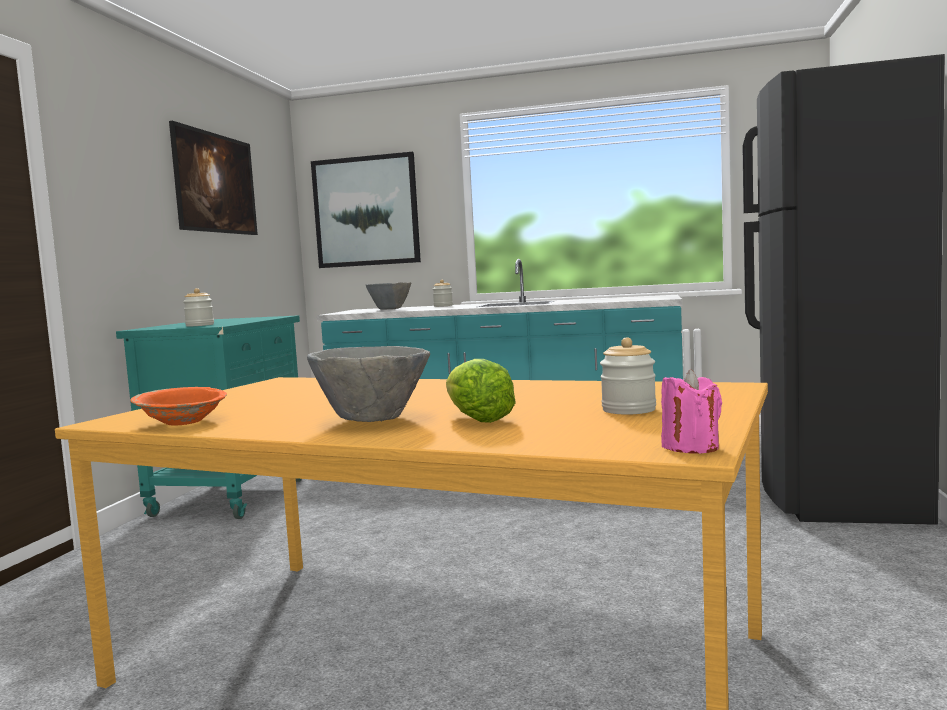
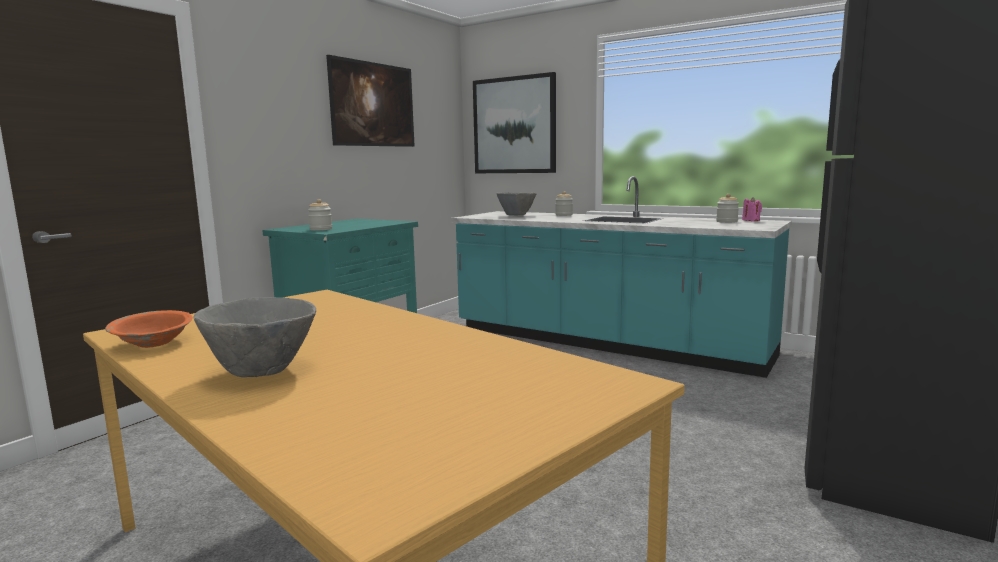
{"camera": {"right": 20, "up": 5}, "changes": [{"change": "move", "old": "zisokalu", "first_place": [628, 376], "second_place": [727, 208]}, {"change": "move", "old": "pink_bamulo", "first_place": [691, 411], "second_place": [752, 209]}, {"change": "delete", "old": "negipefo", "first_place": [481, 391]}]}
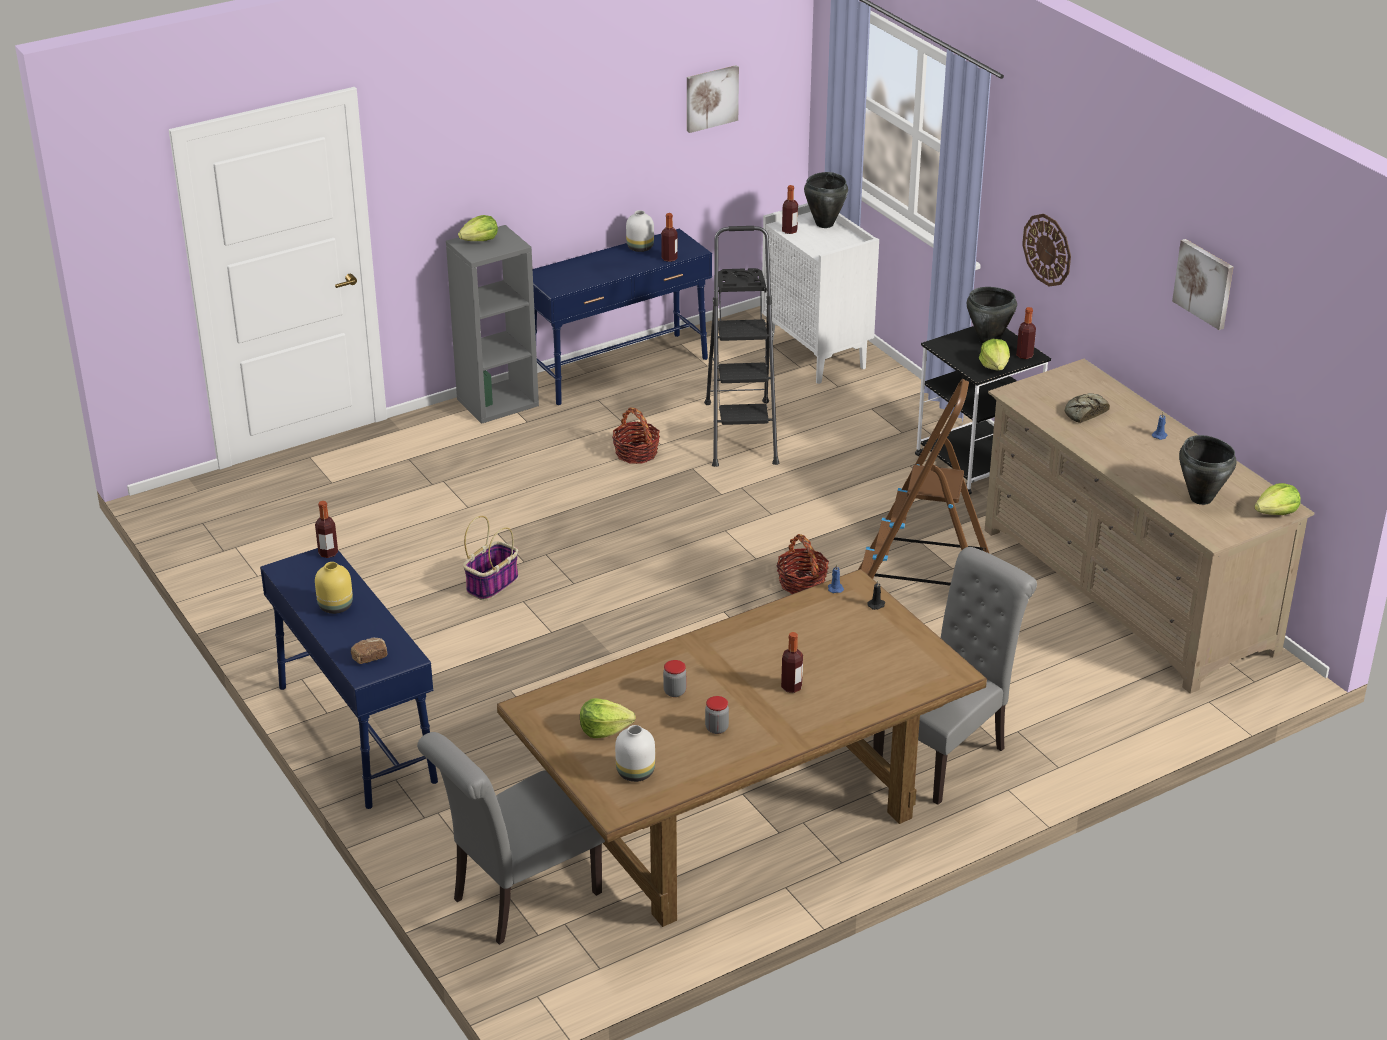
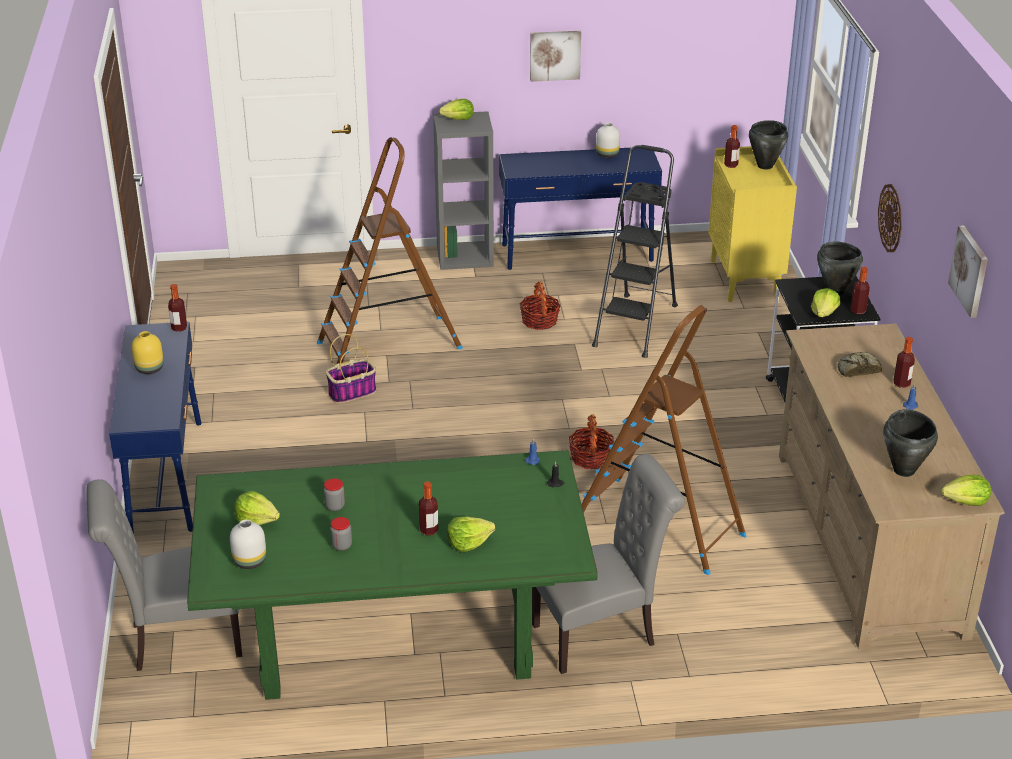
{"camera": {"right": 25, "up": 0}, "changes": [{"change": "recolor", "old": "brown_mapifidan", "new": "green_mapifidan", "first_place": [742, 748], "second_place": [392, 575]}, {"change": "insert", "new": "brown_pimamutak", "second_place": [390, 250]}, {"change": "insert", "new": "negipefo", "second_place": [471, 534]}, {"change": "move", "old": "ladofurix", "first_place": [713, 99], "second_place": [555, 56]}, {"change": "recolor", "old": "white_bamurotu", "new": "yellow_bamurotu", "first_place": [820, 293], "second_place": [752, 224]}, {"change": "move", "old": "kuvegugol", "first_place": [669, 237], "second_place": [904, 362]}, {"change": "delete", "old": "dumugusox", "first_place": [369, 650]}]}
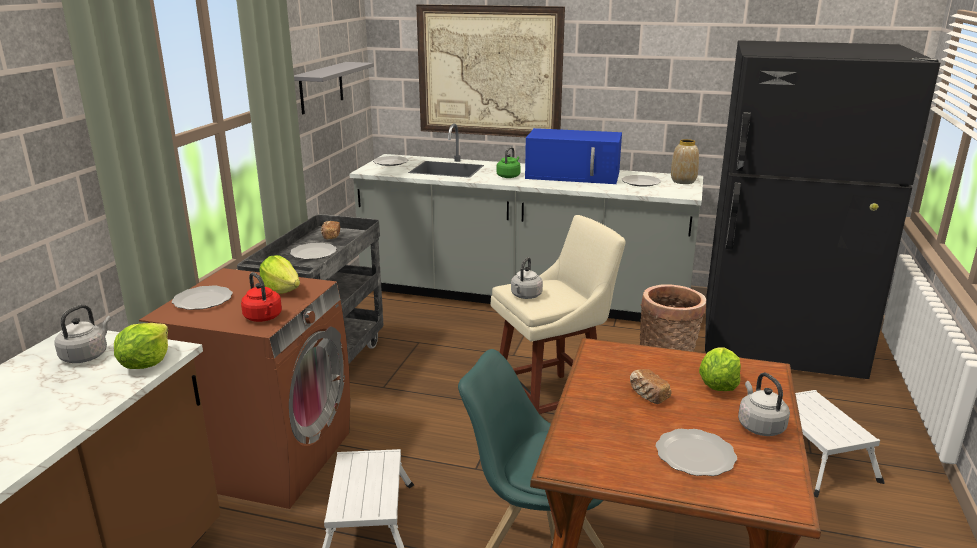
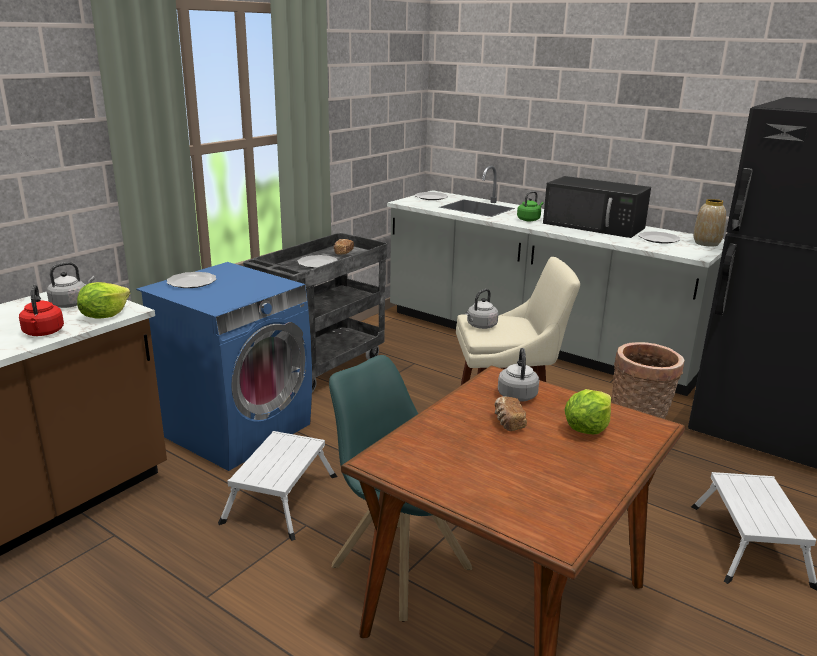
{"camera": {"right": 20, "up": 0}, "changes": [{"change": "move", "old": "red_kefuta", "first_place": [261, 297], "second_place": [41, 310]}, {"change": "recolor", "old": "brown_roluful", "new": "blue_roluful", "first_place": [244, 388], "second_place": [224, 366]}, {"change": "move", "old": "grey_kefuta", "first_place": [764, 404], "second_place": [518, 375]}, {"change": "recolor", "old": "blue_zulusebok", "new": "black_zulusebok", "first_place": [573, 156], "second_place": [597, 207]}, {"change": "delete", "old": "negipefo", "first_place": [279, 274]}, {"change": "delete", "old": "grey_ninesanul", "first_place": [334, 88]}, {"change": "delete", "old": "ladofurix", "first_place": [490, 70]}, {"change": "delete", "old": "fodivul", "first_place": [696, 452]}]}
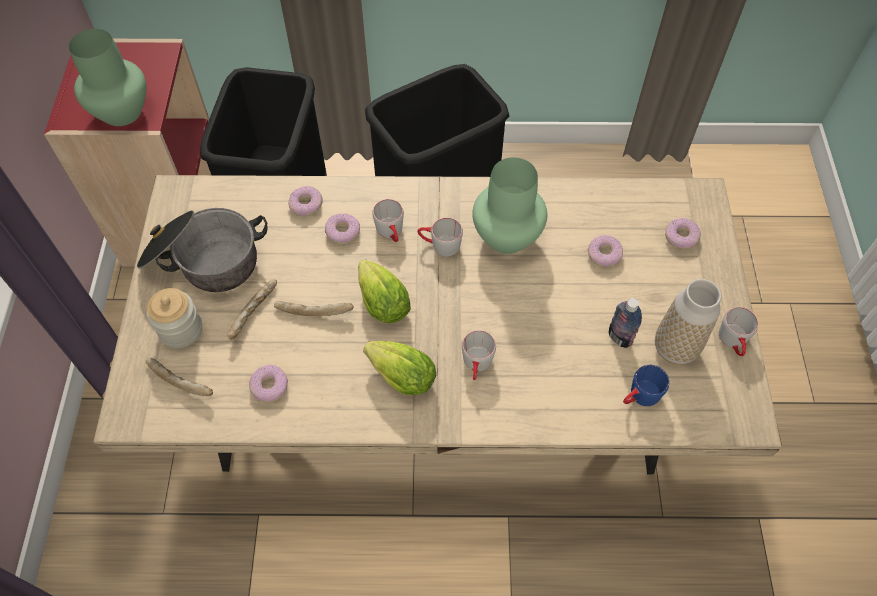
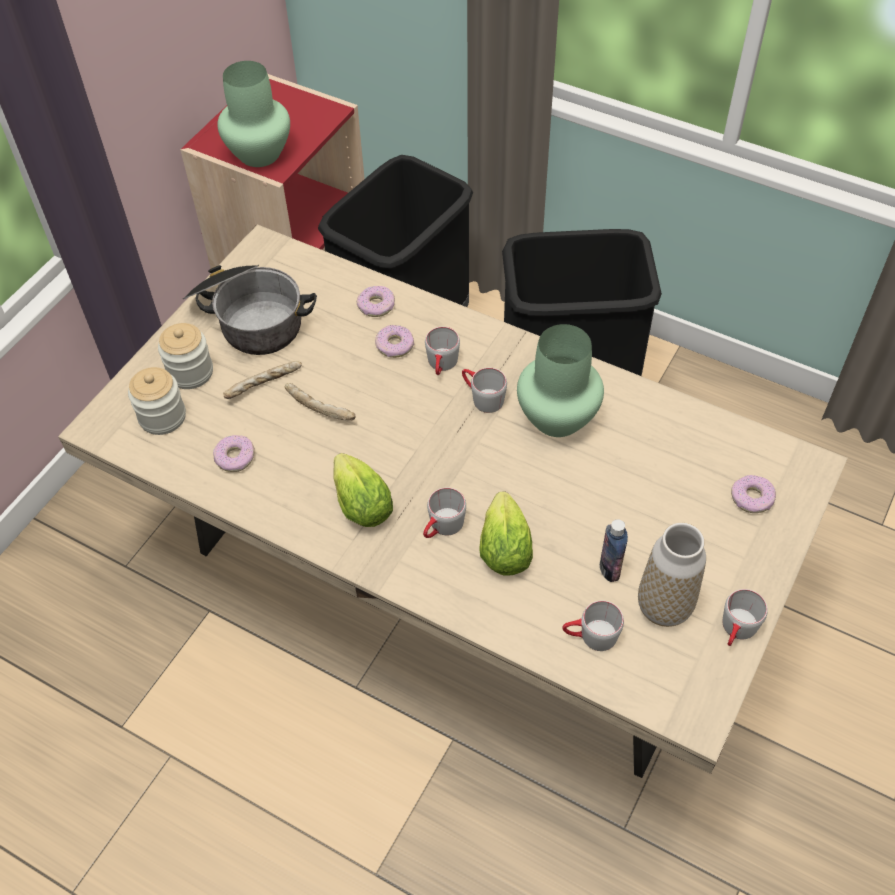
{"camera": {"right": 30, "up": -5}, "changes": [{"change": "replace", "old": "dumugusox", "new": "zisokalu", "first_place": [179, 377], "second_place": [157, 401]}, {"change": "move", "old": "negipefo", "first_place": [384, 291], "second_place": [506, 534]}, {"change": "recolor", "old": "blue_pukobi", "new": "grey_pukobi", "first_place": [646, 385], "second_place": [593, 625]}, {"change": "delete", "old": "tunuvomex", "first_place": [605, 251]}]}
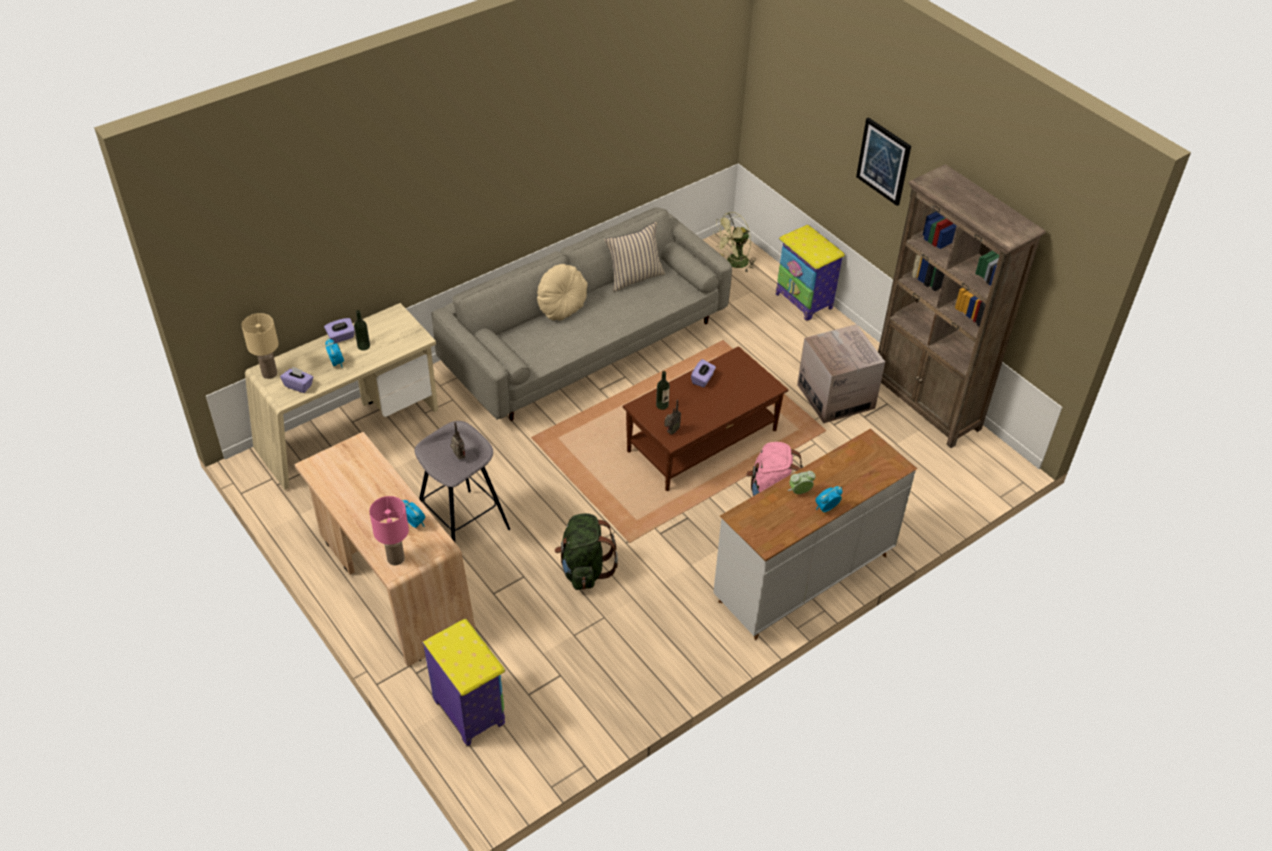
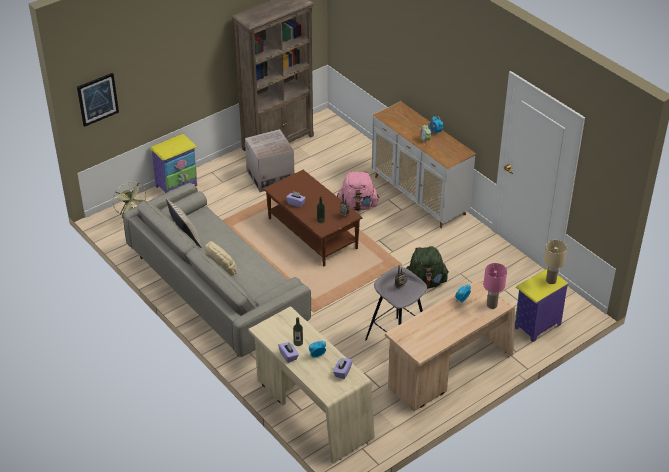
{"camera": {"right": -90, "up": -5}, "changes": [{"change": "move", "old": "ladofurix", "first_place": [883, 161], "second_place": [98, 100]}, {"change": "move", "old": "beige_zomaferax", "first_place": [260, 346], "second_place": [555, 262]}]}
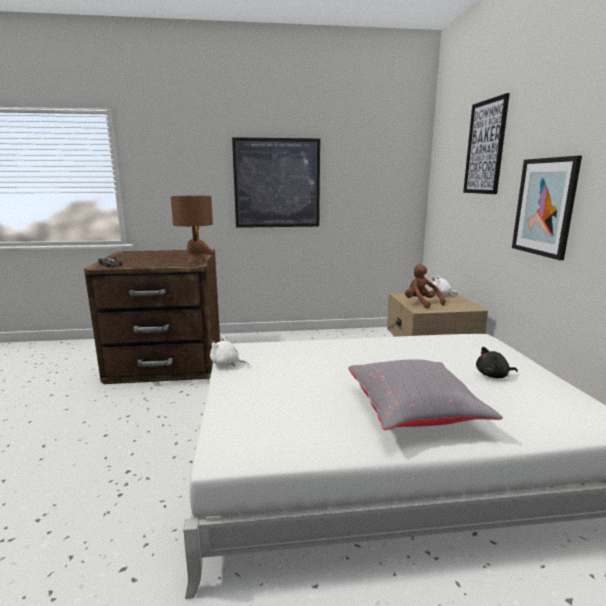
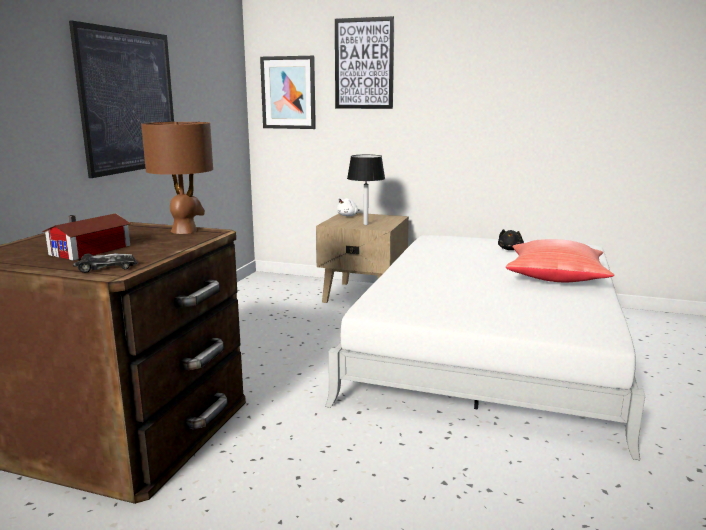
{"camera": {"right": -65, "up": 0}, "changes": [{"change": "insert", "new": "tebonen", "second_place": [86, 237]}, {"change": "move", "old": "ladofurix", "first_place": [547, 208], "second_place": [288, 92]}, {"change": "replace", "old": "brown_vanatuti", "new": "black_zomaferax", "first_place": [425, 286], "second_place": [366, 189]}, {"change": "recolor", "old": "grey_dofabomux", "new": "red_dofabomux", "first_place": [425, 394], "second_place": [560, 260]}, {"change": "delete", "old": "white_vanatuti", "first_place": [229, 351]}]}
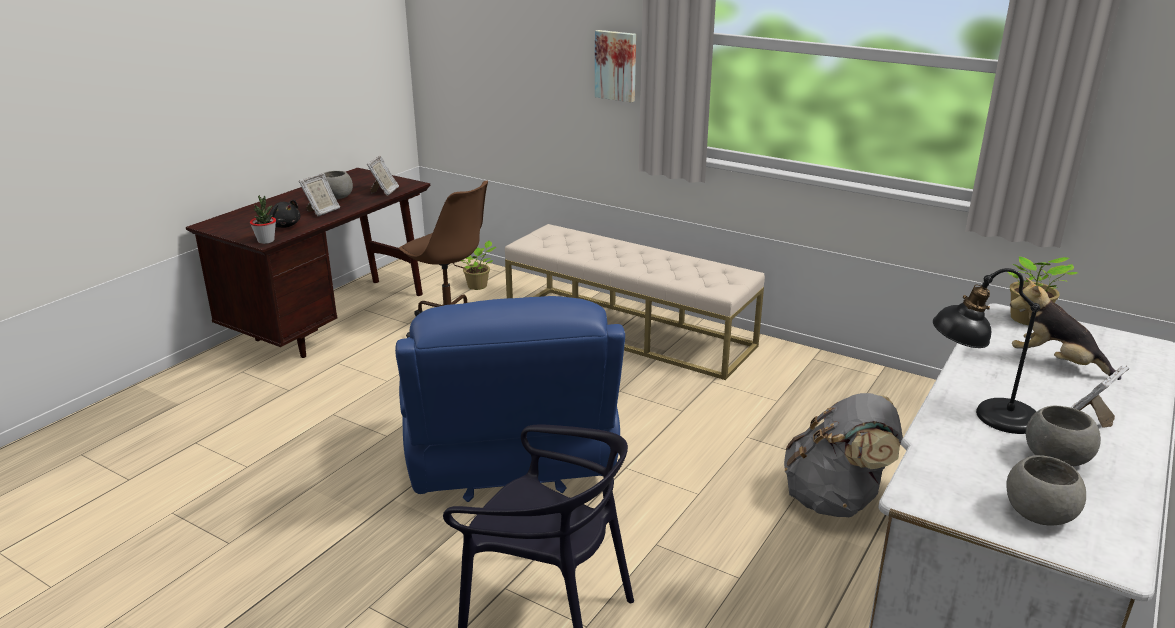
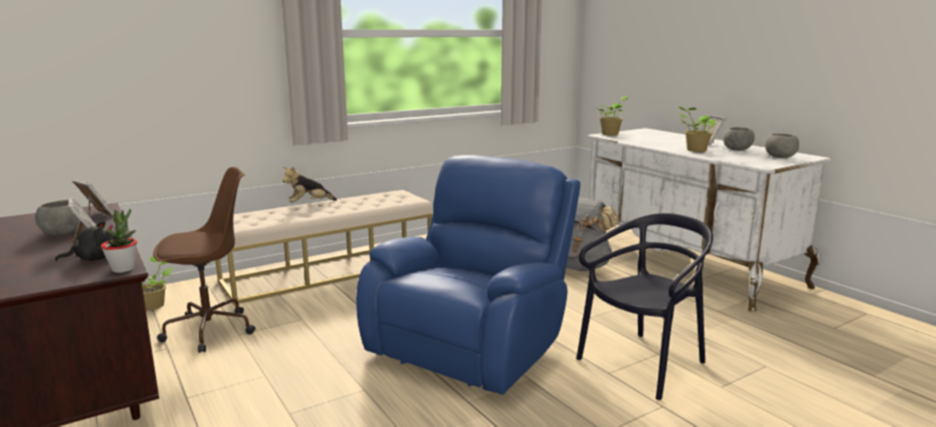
{"camera": {"right": -65, "up": -10}, "changes": [{"change": "move", "old": "vanatuti", "first_place": [1065, 328], "second_place": [310, 184]}, {"change": "rotate", "old": "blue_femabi", "first_place": [510, 399], "second_place": [468, 275], "degrees": -75}, {"change": "replace", "old": "black_zomaferax", "new": "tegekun", "first_place": [986, 351], "second_place": [697, 129]}, {"change": "delete", "old": "ladofurix", "first_place": [615, 66]}]}
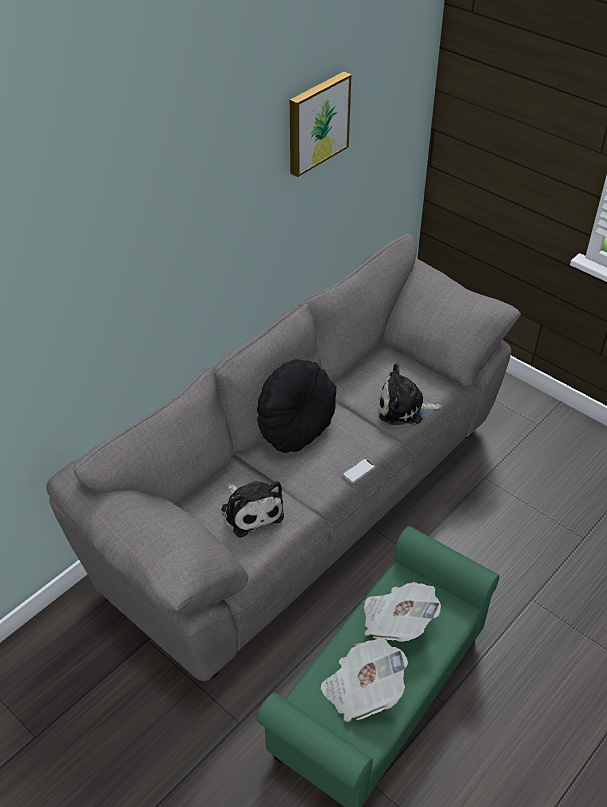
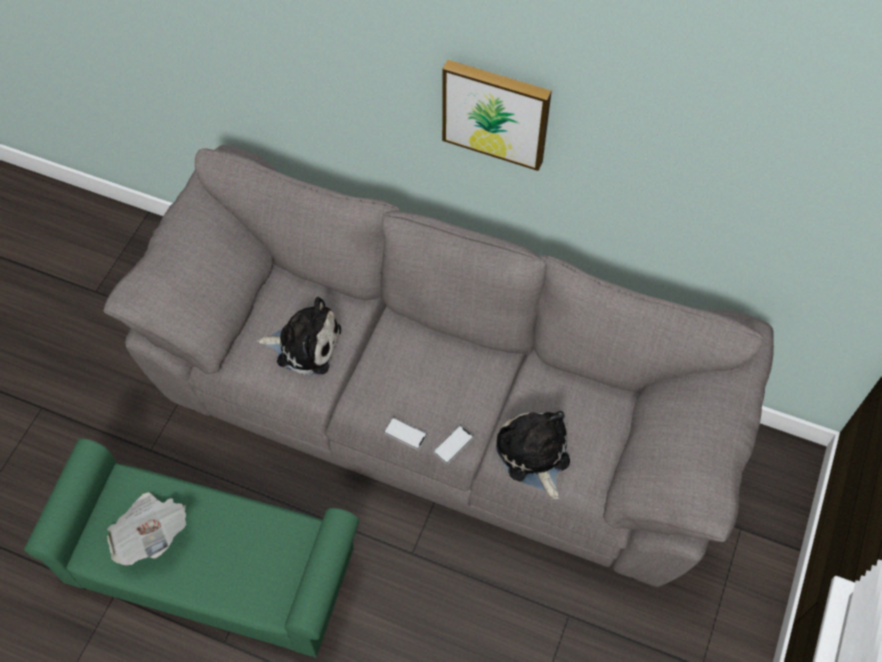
{"camera": {"right": 70, "up": 15}, "changes": [{"change": "rotate", "old": "vanatuti", "first_place": [252, 509], "second_place": [299, 336], "degrees": -120}, {"change": "insert", "new": "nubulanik", "second_place": [453, 444]}, {"change": "move", "old": "ladofurix", "first_place": [320, 124], "second_place": [497, 115]}, {"change": "delete", "old": "black_dofabomux", "first_place": [297, 406]}, {"change": "delete", "old": "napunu", "first_place": [402, 612]}]}
